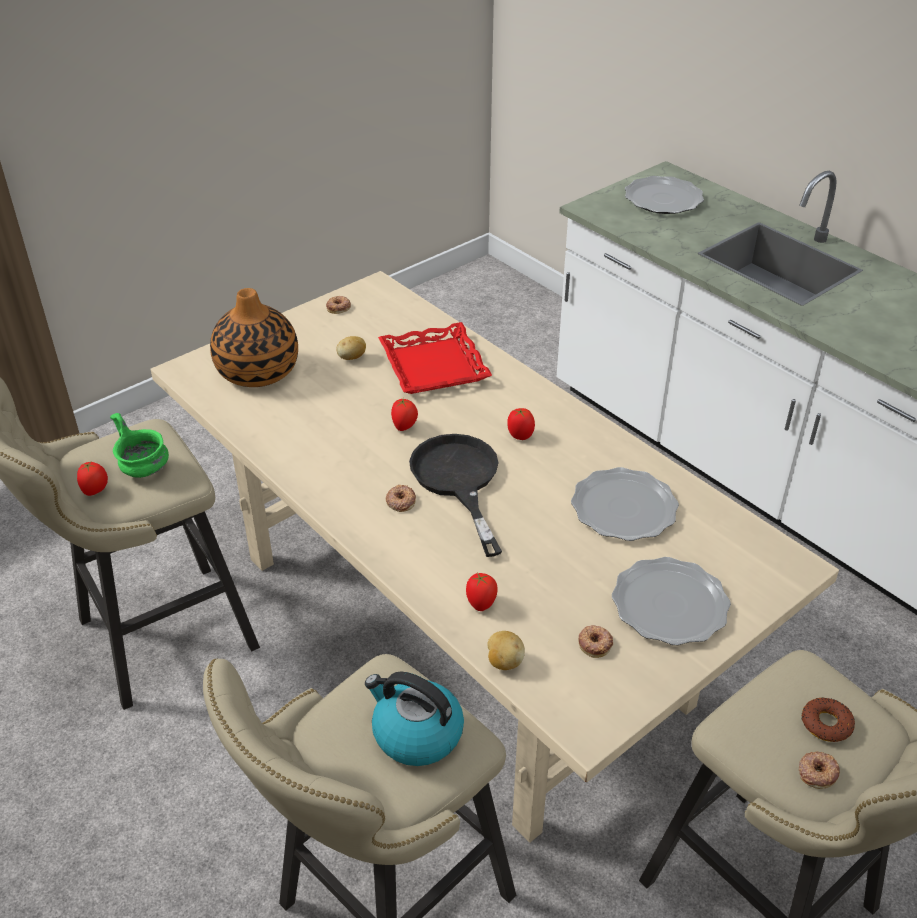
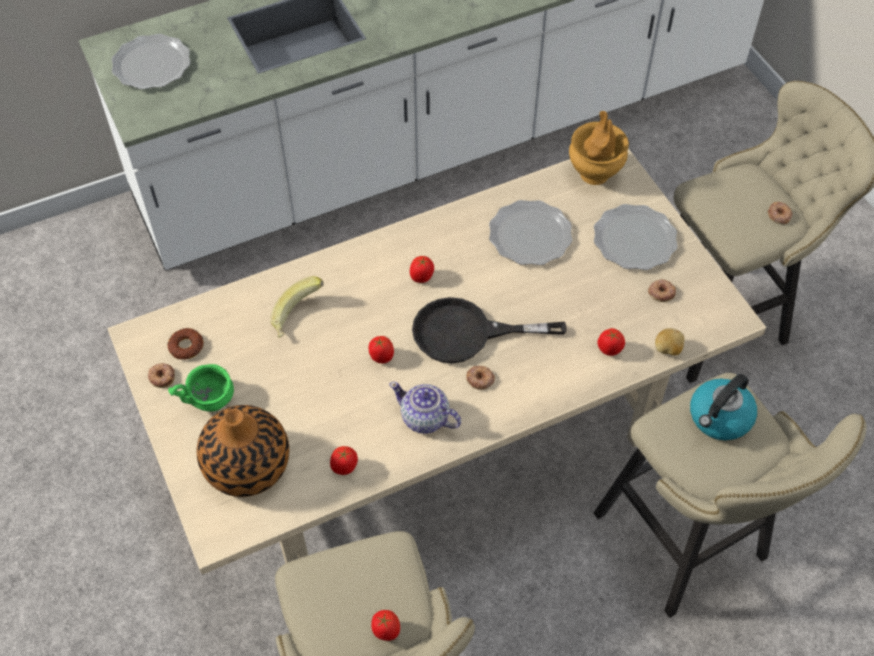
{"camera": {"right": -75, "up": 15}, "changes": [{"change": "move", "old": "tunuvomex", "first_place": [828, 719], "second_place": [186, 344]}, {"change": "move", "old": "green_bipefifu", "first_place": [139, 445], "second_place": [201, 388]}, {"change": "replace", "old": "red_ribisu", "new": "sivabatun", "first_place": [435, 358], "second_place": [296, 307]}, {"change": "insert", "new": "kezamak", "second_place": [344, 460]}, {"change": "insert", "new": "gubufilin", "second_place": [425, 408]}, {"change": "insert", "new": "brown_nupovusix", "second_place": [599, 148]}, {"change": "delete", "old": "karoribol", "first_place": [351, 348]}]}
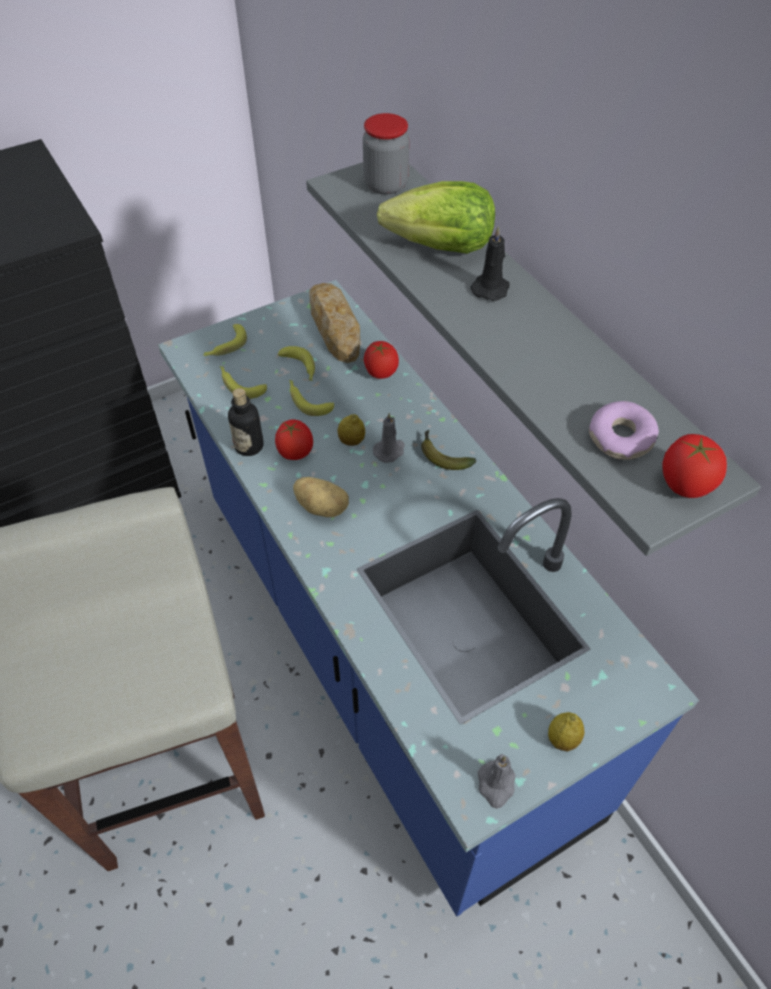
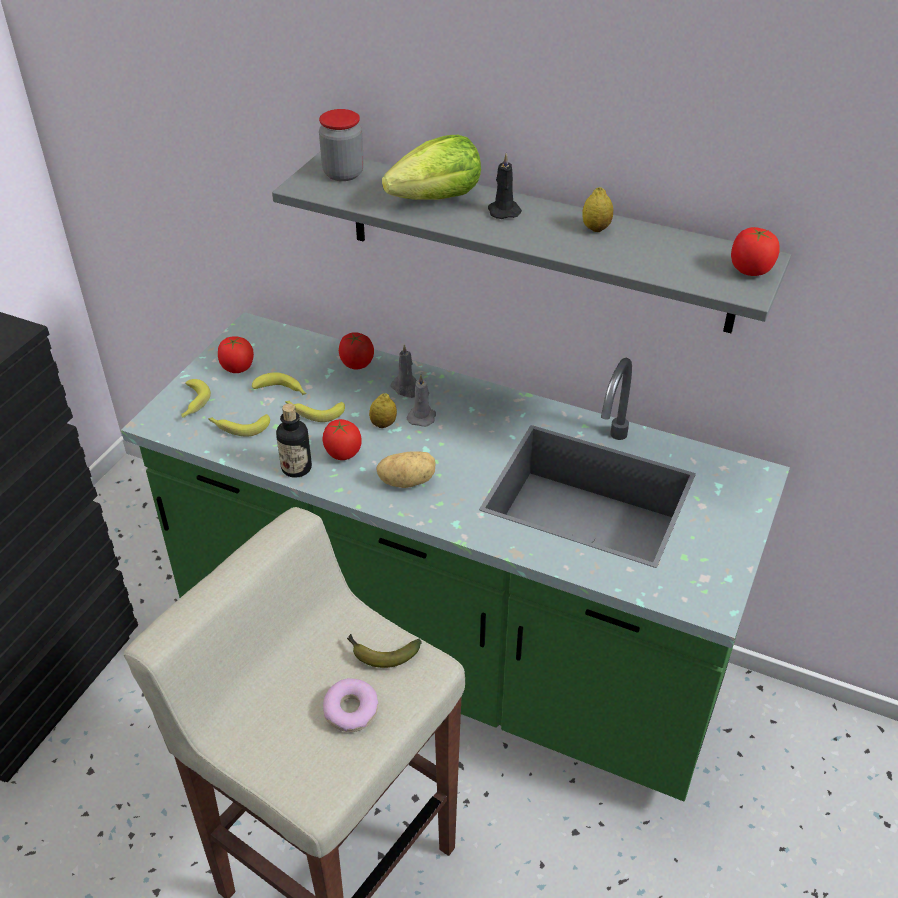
{"camera": {"right": -35, "up": -10}, "changes": [{"change": "recolor", "old": "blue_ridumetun", "new": "green_ridumetun", "first_place": [428, 598], "second_place": [455, 556]}, {"change": "insert", "new": "kezamak", "second_place": [236, 354]}, {"change": "move", "old": "tunuvomex", "first_place": [624, 430], "second_place": [350, 705]}, {"change": "move", "old": "sivabatun", "first_place": [448, 450], "second_place": [384, 651]}, {"change": "move", "old": "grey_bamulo", "first_place": [497, 781], "second_place": [403, 371]}, {"change": "move", "old": "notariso", "first_place": [566, 732], "second_place": [597, 209]}, {"change": "delete", "old": "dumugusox", "first_place": [334, 323]}]}
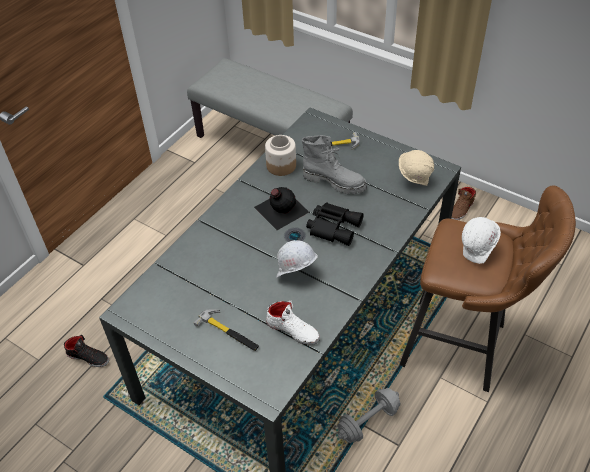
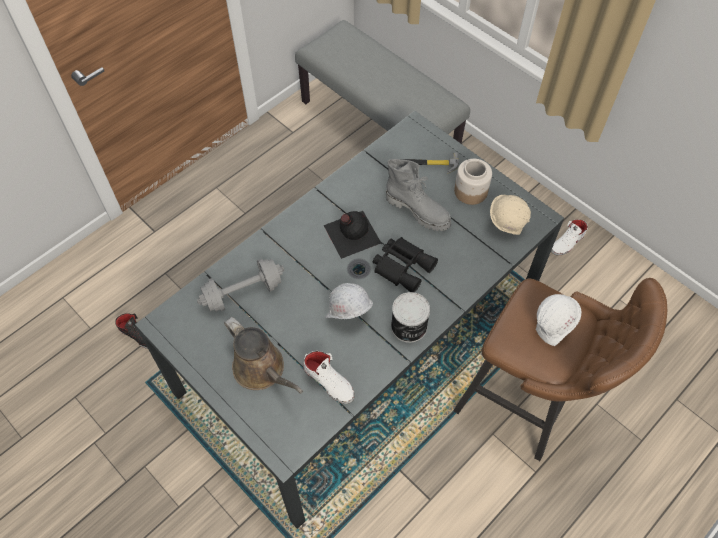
{"camera": {"right": 10, "up": 10}, "changes": [{"change": "move", "old": "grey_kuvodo", "first_place": [368, 415], "second_place": [240, 285]}, {"change": "replace", "old": "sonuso", "new": "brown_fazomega", "first_place": [226, 330], "second_place": [263, 355]}, {"change": "insert", "new": "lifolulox", "second_place": [410, 317]}, {"change": "move", "old": "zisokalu", "first_place": [280, 155], "second_place": [473, 182]}, {"change": "recolor", "old": "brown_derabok", "new": "white_derabok", "first_place": [463, 203], "second_place": [569, 237]}]}
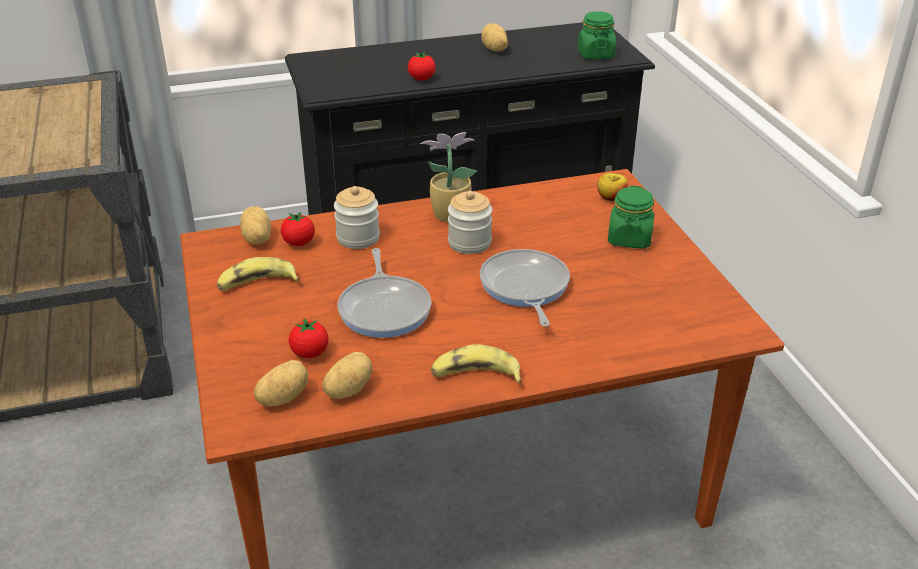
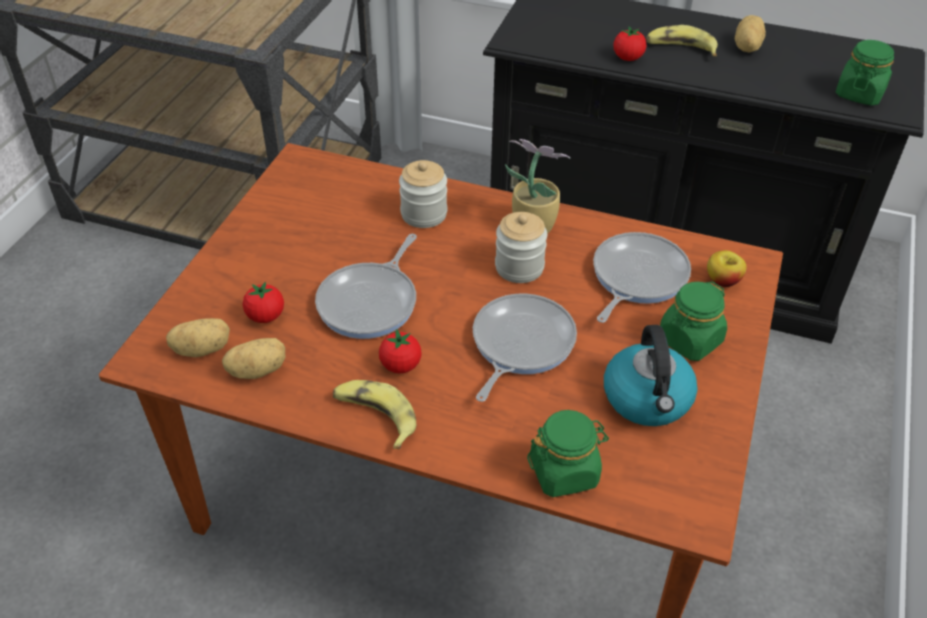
{"camera": {"right": 35, "up": 10}, "changes": [{"change": "move", "old": "kezamak", "first_place": [298, 228], "second_place": [400, 351]}, {"change": "insert", "new": "green_zisokalu", "second_place": [568, 453]}, {"change": "insert", "new": "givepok", "second_place": [642, 277]}, {"change": "insert", "new": "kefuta", "second_place": [651, 375]}, {"change": "move", "old": "sivabatun", "first_place": [258, 274], "second_place": [682, 40]}, {"change": "delete", "old": "karoribol", "first_place": [255, 225]}]}
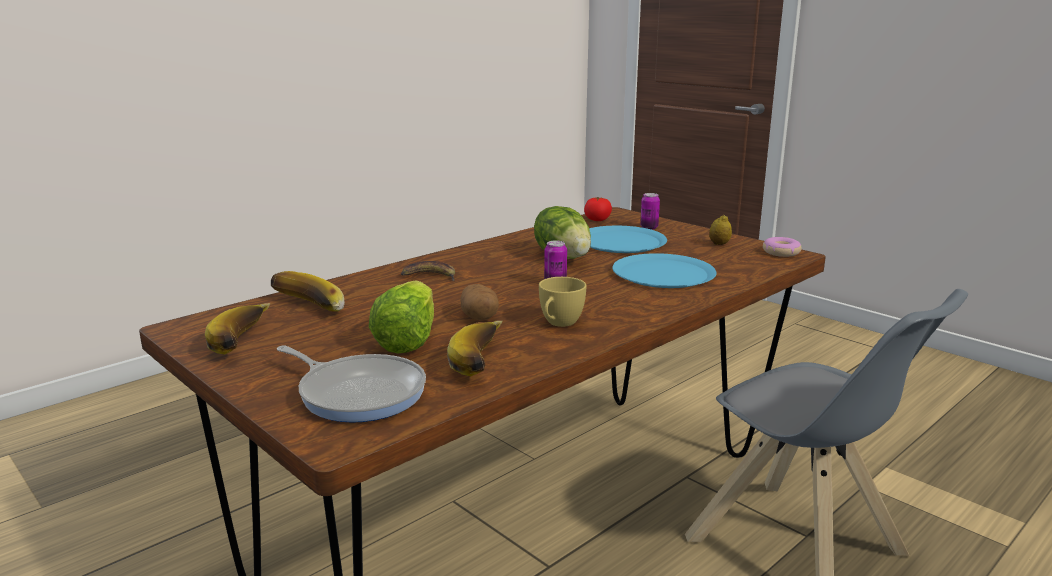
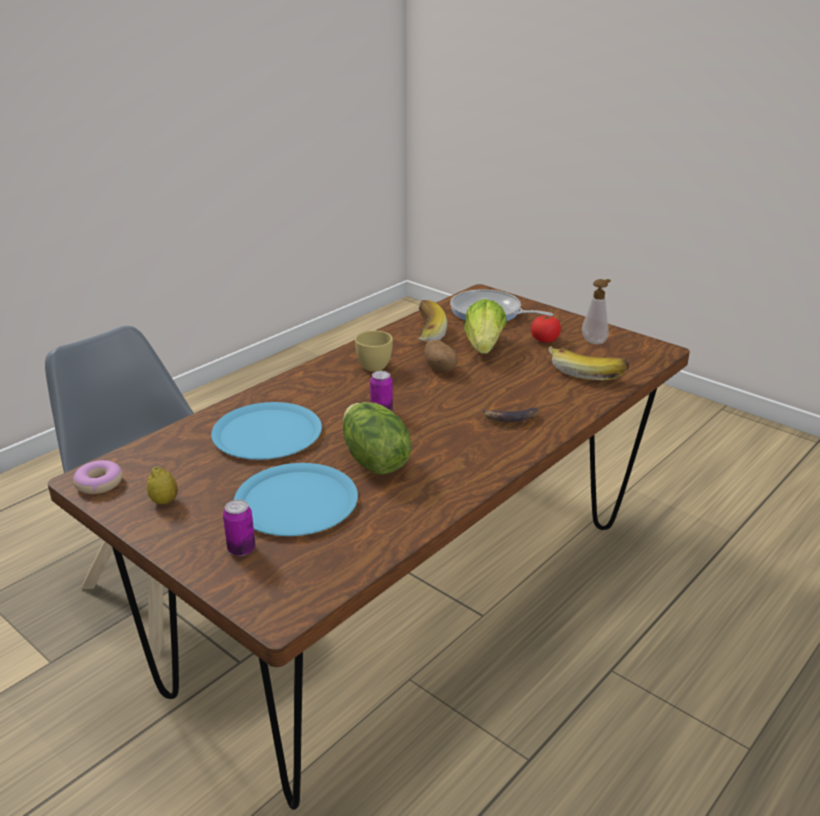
{"camera": {"right": 175, "up": 10}, "changes": [{"change": "move", "old": "kezamak", "first_place": [598, 209], "second_place": [546, 329]}, {"change": "replace", "old": "sivabatun", "new": "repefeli", "first_place": [238, 329], "second_place": [596, 311]}]}
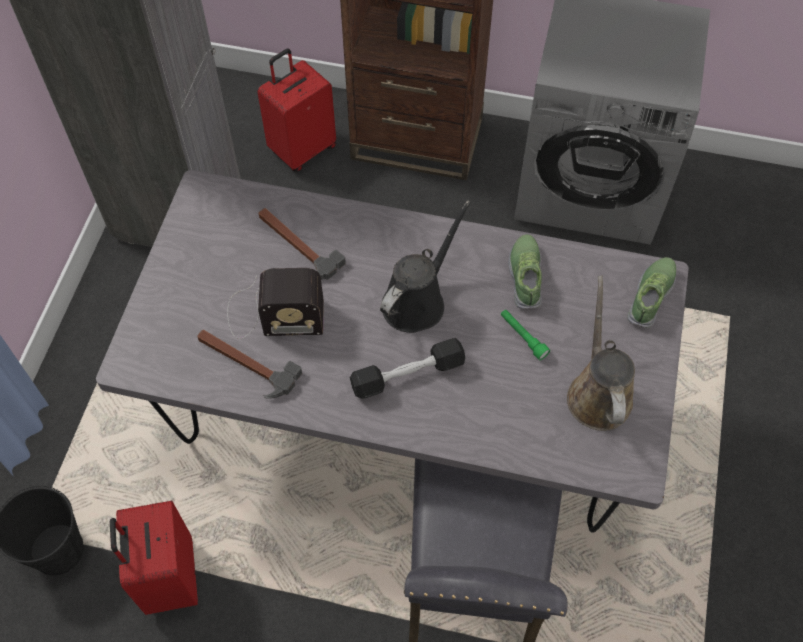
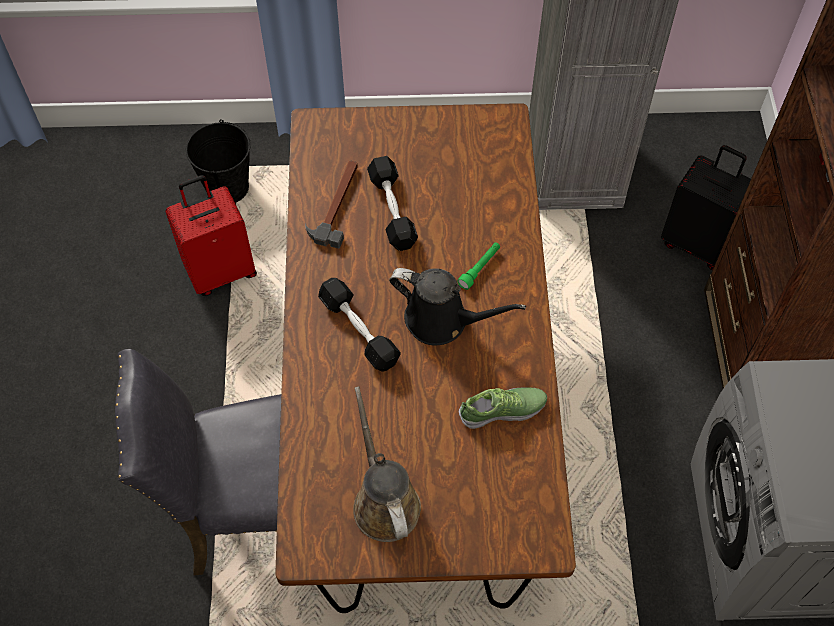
{"camera": {"right": 75, "up": 0}, "changes": [{"change": "recolor", "old": "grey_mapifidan", "new": "brown_mapifidan", "first_place": [392, 351], "second_place": [426, 358]}, {"change": "rotate", "old": "brown_fazomega", "first_place": [601, 353], "second_place": [387, 464], "degrees": -90}, {"change": "replace", "old": "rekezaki", "new": "black_kuvodo", "first_place": [275, 303], "second_place": [392, 203]}, {"change": "move", "old": "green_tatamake", "first_place": [525, 335], "second_place": [478, 266]}, {"change": "recolor", "old": "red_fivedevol", "new": "black_fivedevol", "first_place": [296, 110], "second_place": [706, 207]}, {"change": "delete", "old": "sonuso", "first_place": [302, 244]}, {"change": "delete", "old": "derabok", "first_place": [651, 292]}]}
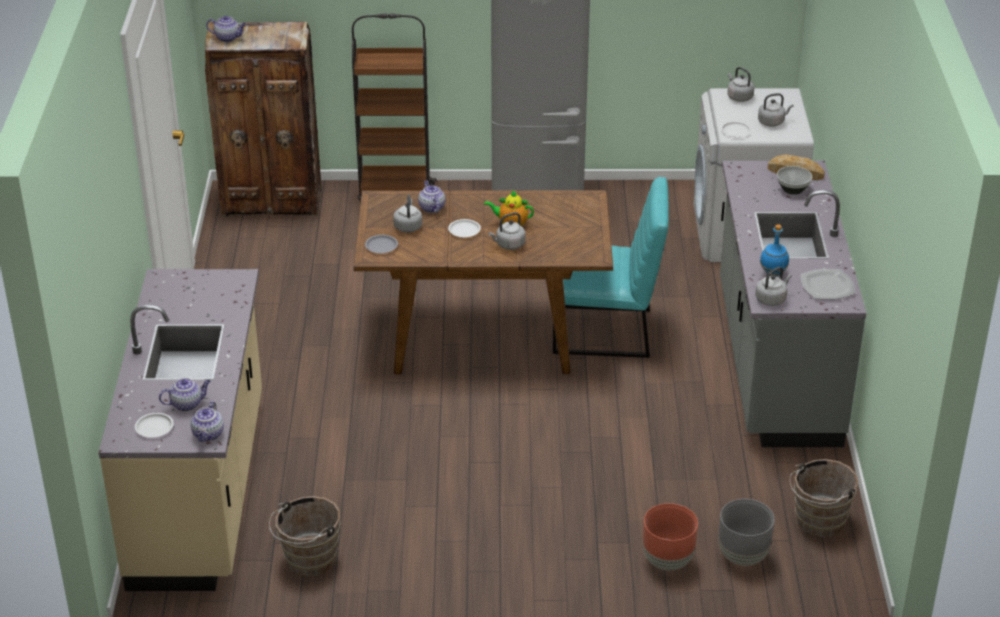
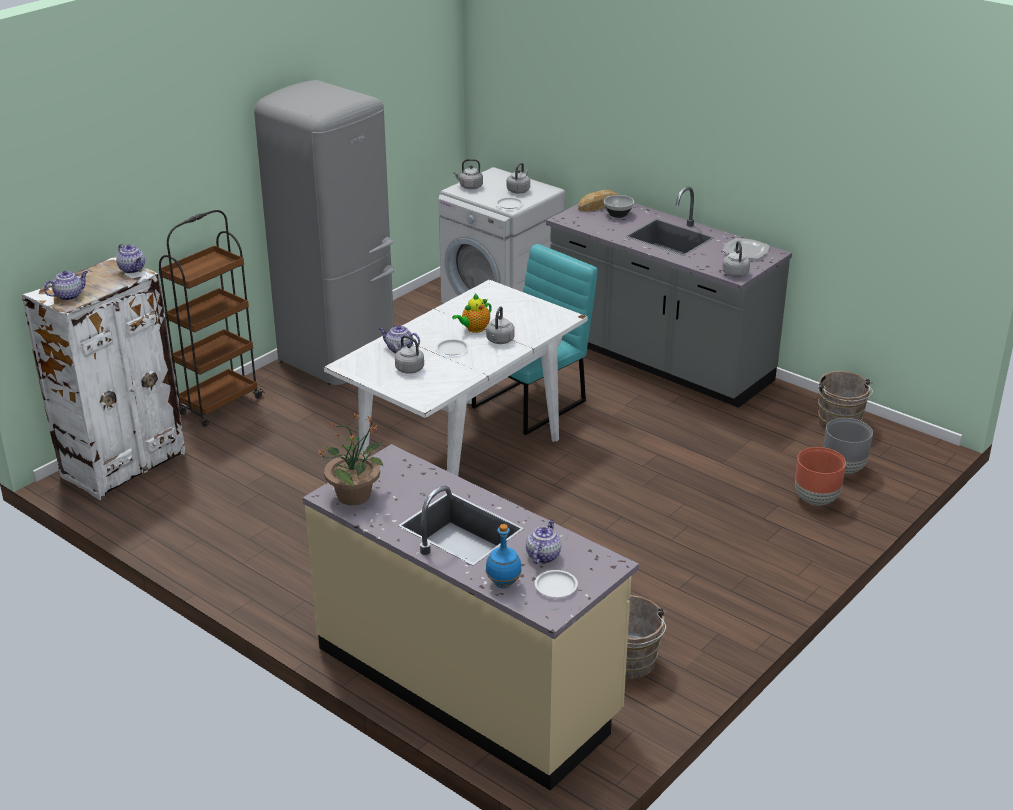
{"camera": {"right": -50, "up": -5}, "changes": [{"change": "recolor", "old": "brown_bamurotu", "new": "white_bamurotu", "first_place": [263, 119], "second_place": [103, 378]}, {"change": "move", "old": "gubufilin", "first_place": [207, 421], "second_place": [130, 258]}, {"change": "insert", "new": "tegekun", "second_place": [350, 459]}, {"change": "recolor", "old": "brown_mapifidan", "new": "white_mapifidan", "first_place": [483, 282], "second_place": [456, 378]}, {"change": "move", "old": "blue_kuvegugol", "first_place": [774, 250], "second_place": [504, 556]}, {"change": "delete", "old": "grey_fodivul", "first_place": [381, 244]}]}
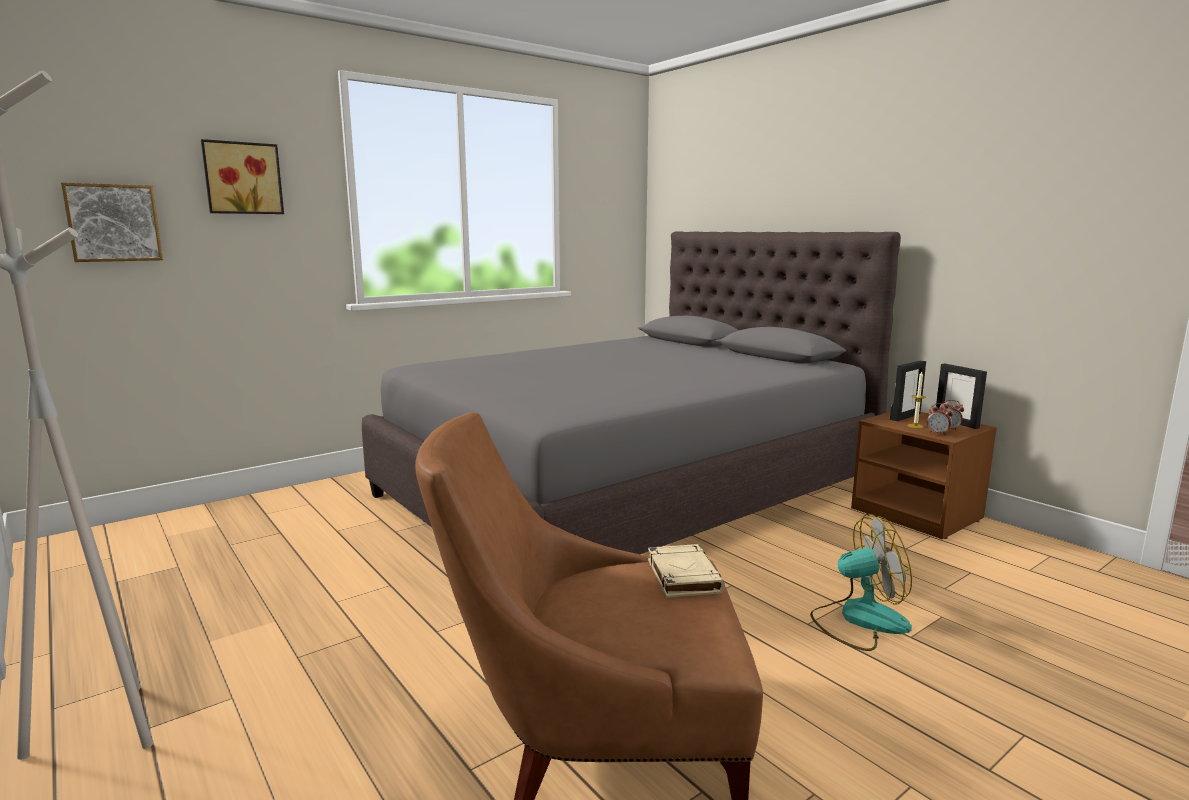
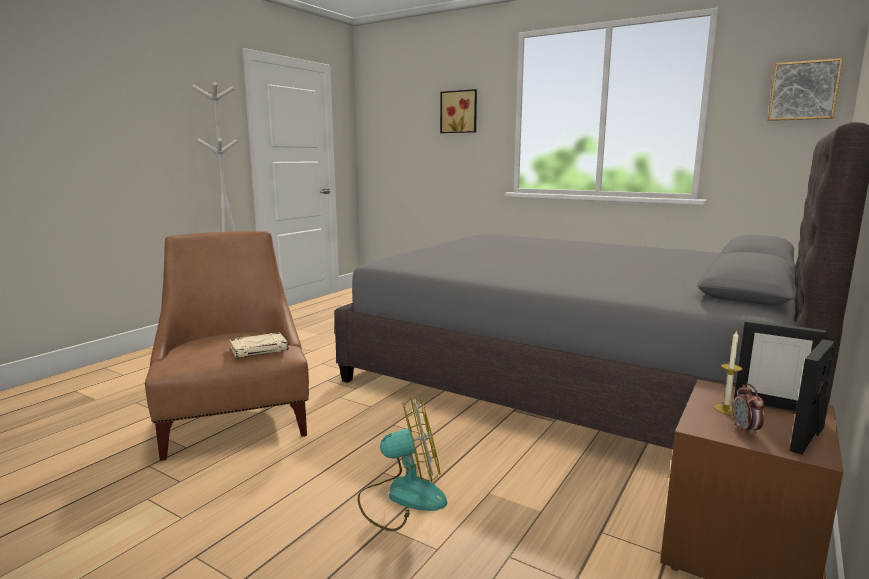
{"camera": {"right": 70, "up": 0}, "changes": [{"change": "rotate", "old": "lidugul", "first_place": [861, 582], "second_place": [402, 463], "degrees": -75}, {"change": "move", "old": "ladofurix", "first_place": [112, 222], "second_place": [805, 89]}, {"change": "delete", "old": "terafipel", "first_place": [940, 419]}]}
